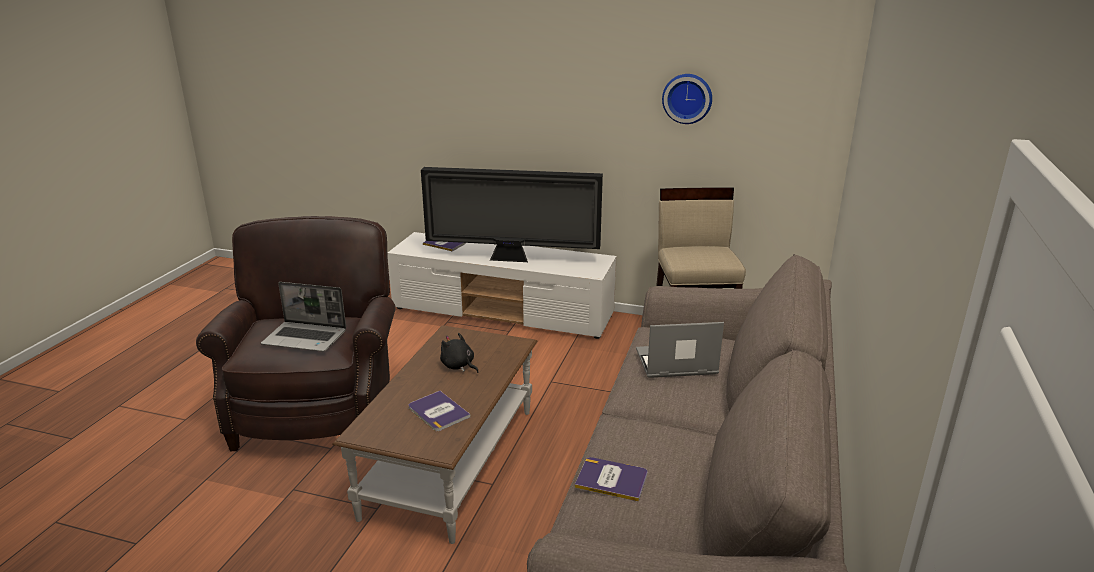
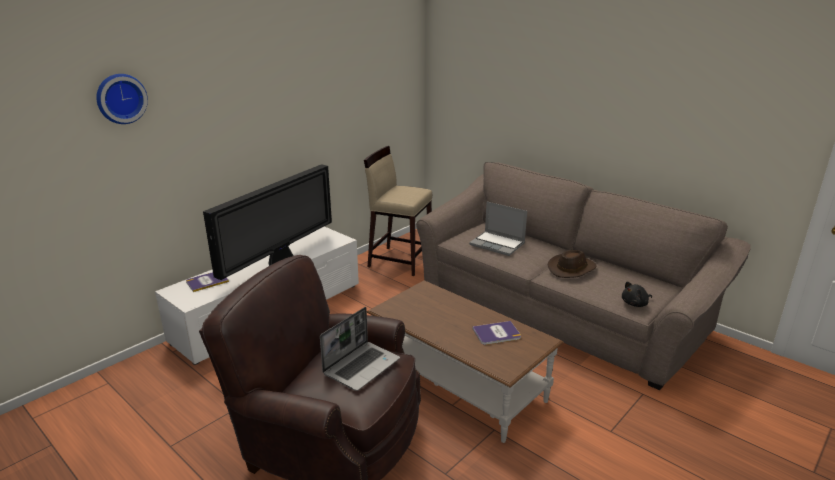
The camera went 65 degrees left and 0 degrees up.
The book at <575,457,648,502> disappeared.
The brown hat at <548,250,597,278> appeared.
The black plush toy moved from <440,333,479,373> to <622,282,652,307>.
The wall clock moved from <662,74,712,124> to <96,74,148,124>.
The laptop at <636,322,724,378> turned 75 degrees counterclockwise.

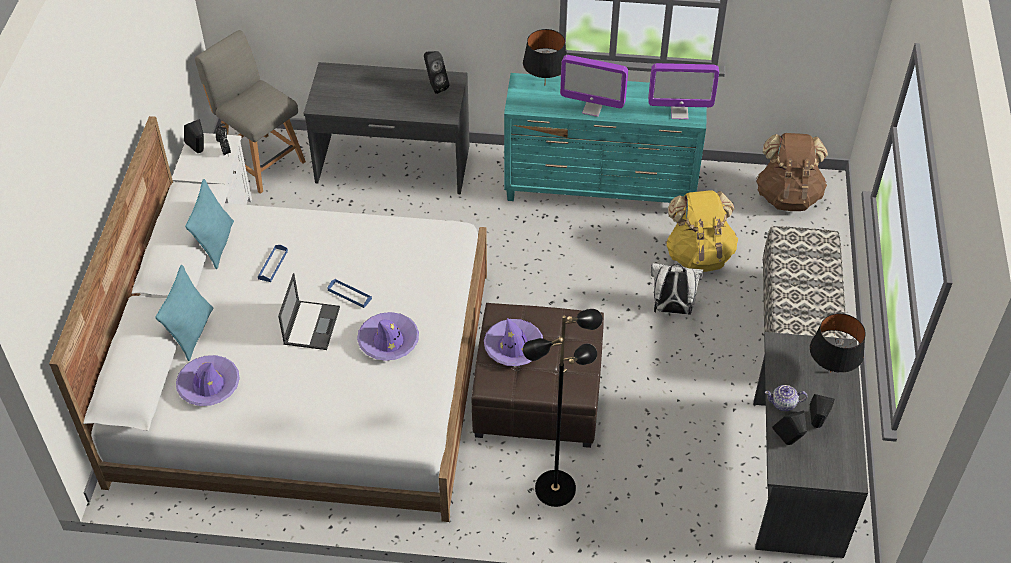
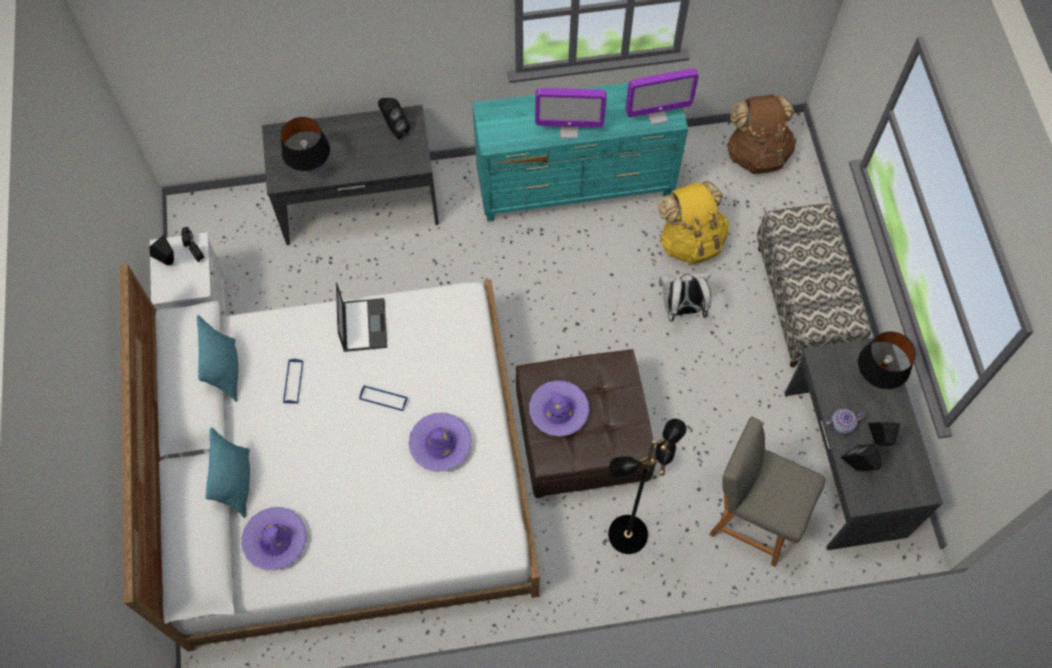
The camera went 15 degrees left and 15 degrees up.
The grey chair moved from <195,30,306,194> to <709,417,825,567>.
The laptop moved from <278,273,340,350> to <336,282,387,352>.
The black table lamp moved from <523,29,567,80> to <281,117,330,171>.

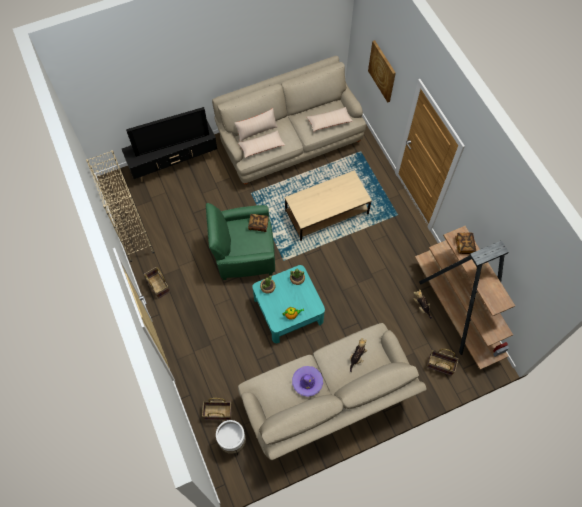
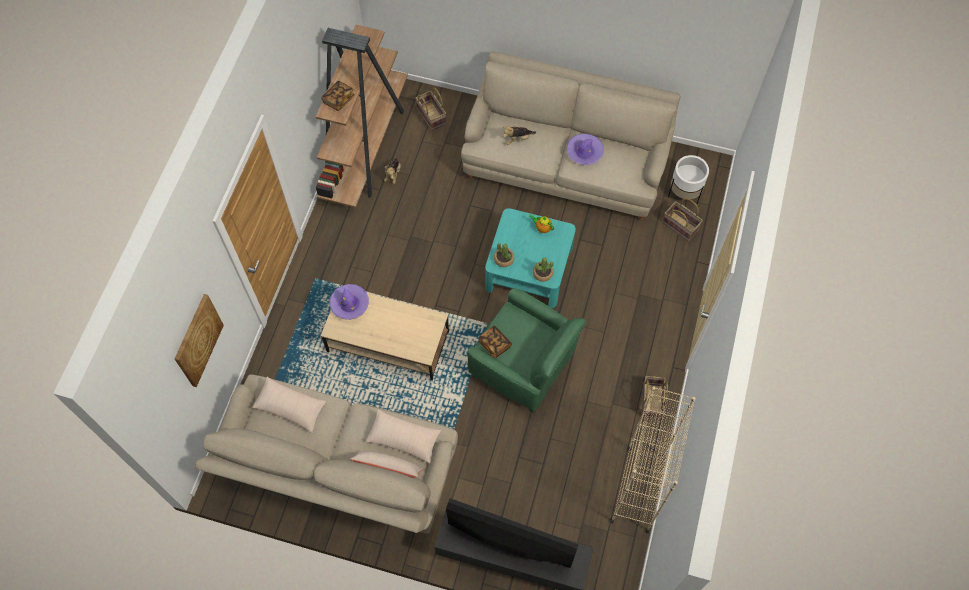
The camera went 140 degrees left and 0 degrees up.
The purple hat at <329,284,369,320> appeared.

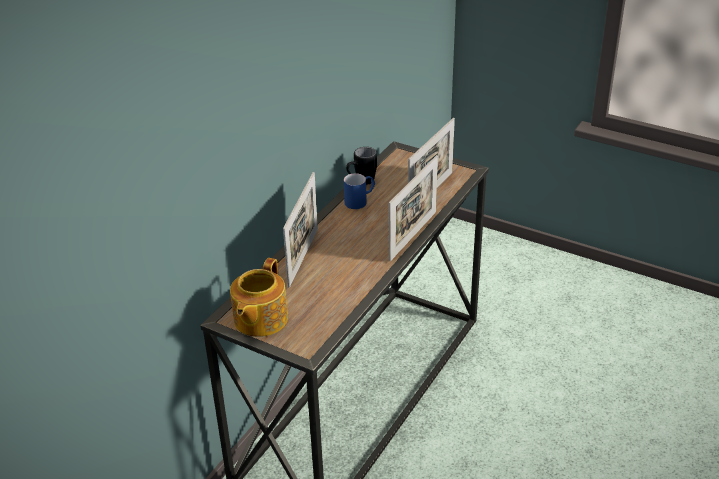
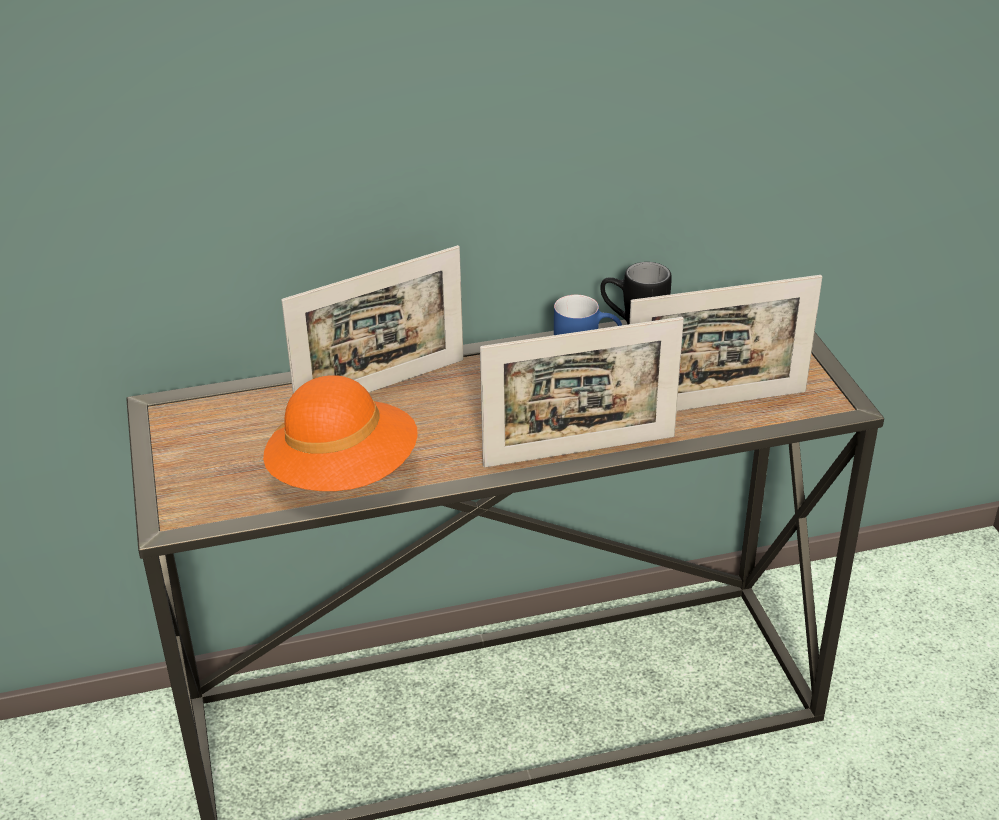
The camera went 45 degrees right and 0 degrees up.
The teapot at <230,258,288,337> disappeared.
The orange hat at <263,375,418,491> appeared.

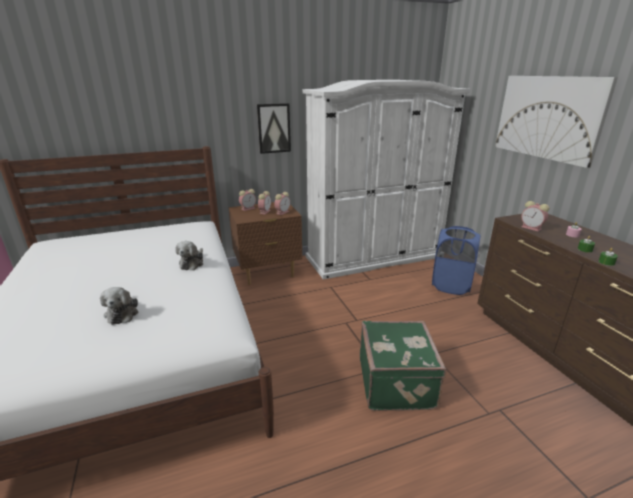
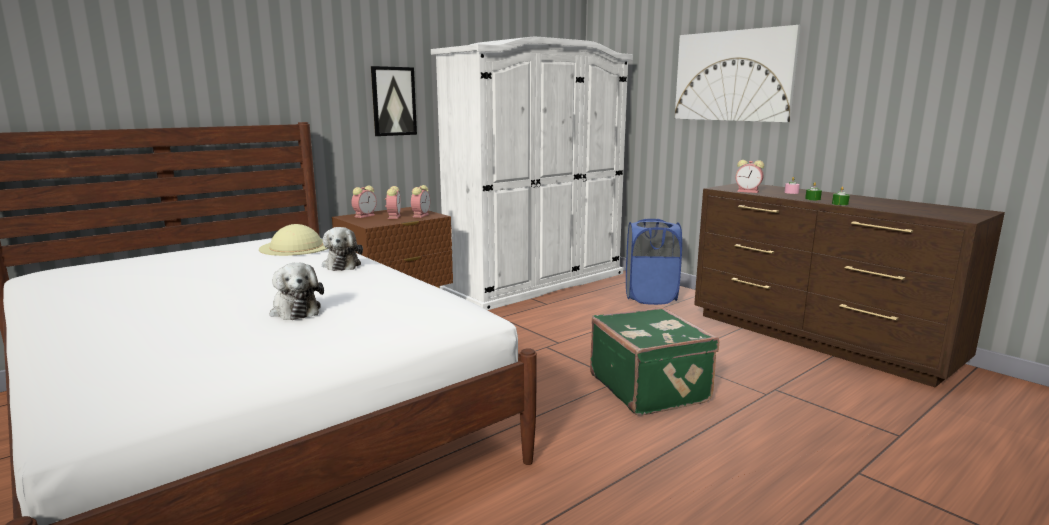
The camera went 20 degrees left and 10 degrees down.
The beige hat at <259,224,329,256> appeared.

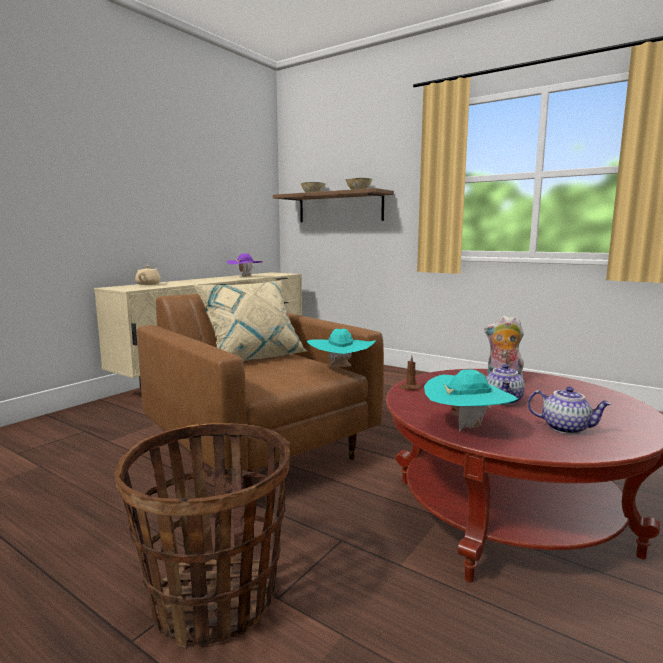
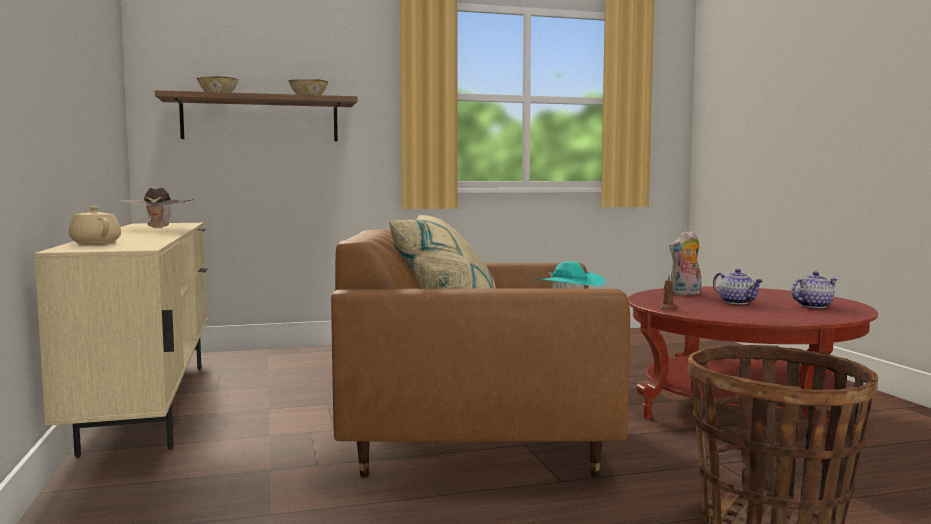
The camera went 50 degrees left and 5 degrees down.
The turquoise hat at <424,369,518,432> disappeared.
The purple hat at <226,253,263,278> became the brown hat at <120,188,193,228>.

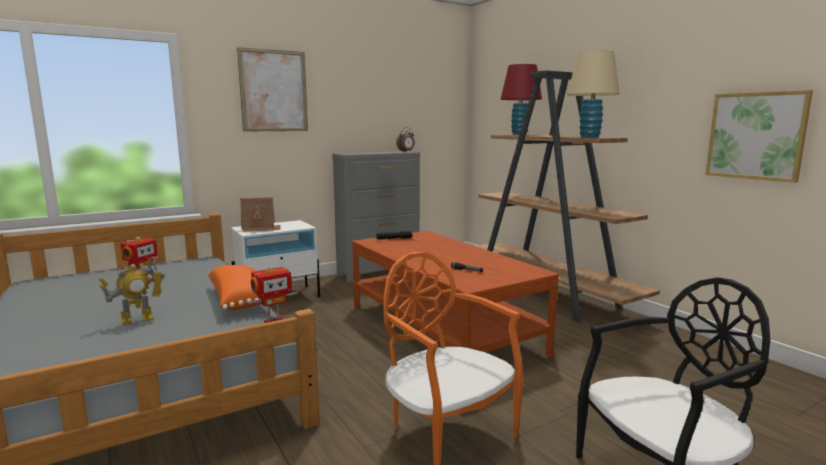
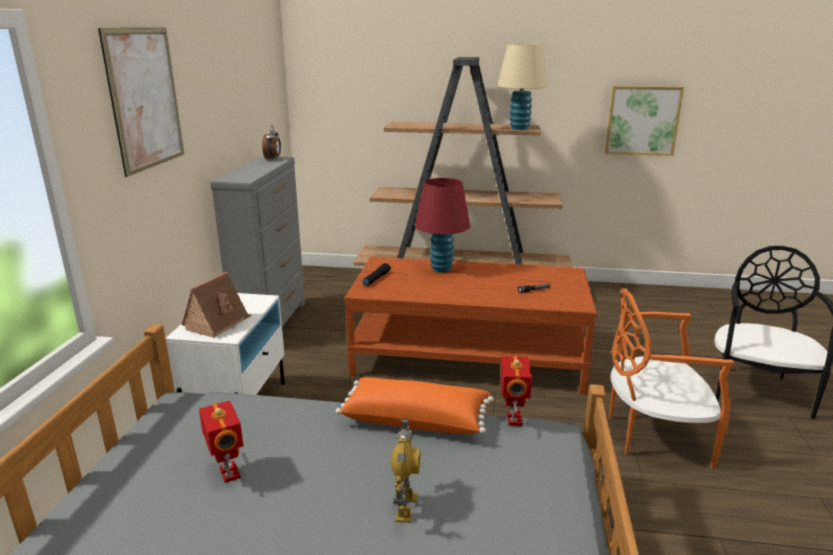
The camera went 50 degrees left and 10 degrees up.
The red table lamp moved from <501,64,542,135> to <415,178,470,273>.

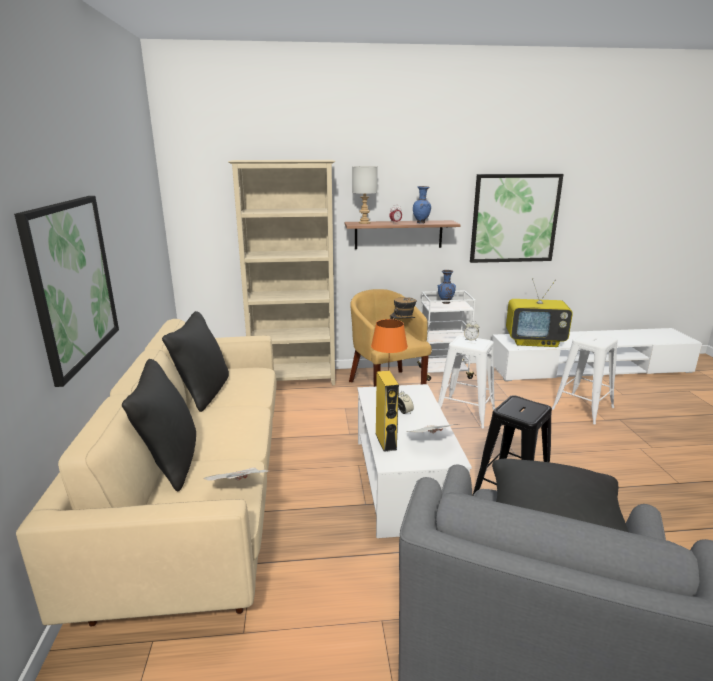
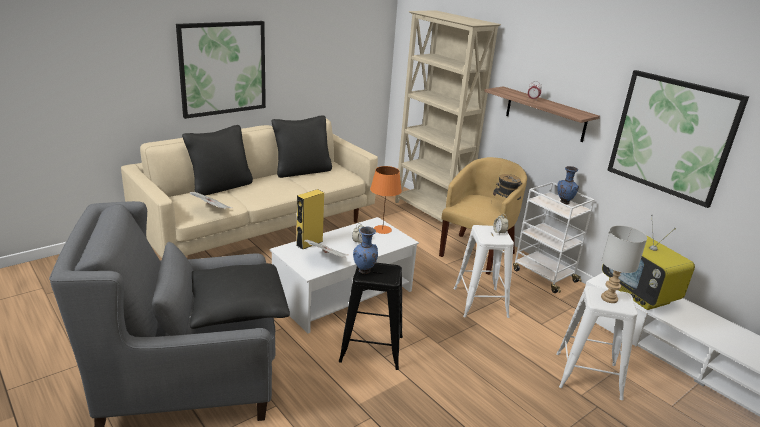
The camera went 55 degrees right and 5 degrees up.
The grey table lamp moved from <352,166,378,224> to <601,226,647,303>.
The blue vase moved from <413,186,431,223> to <353,227,378,274>.

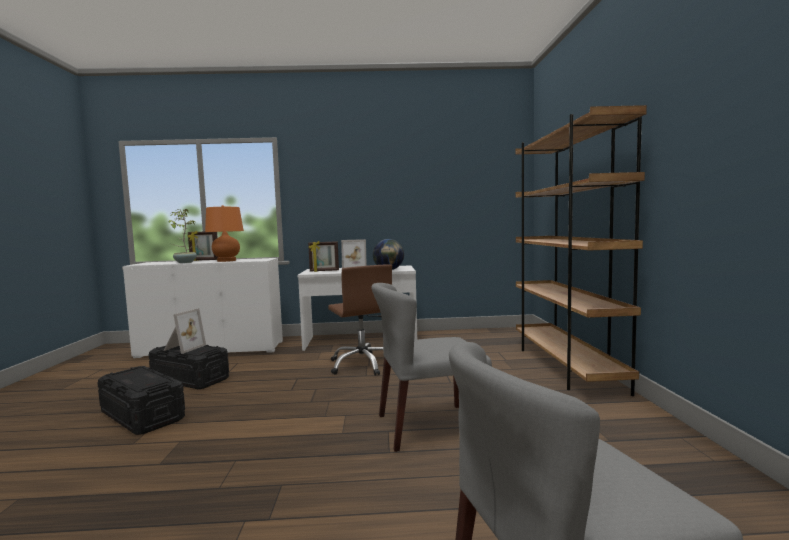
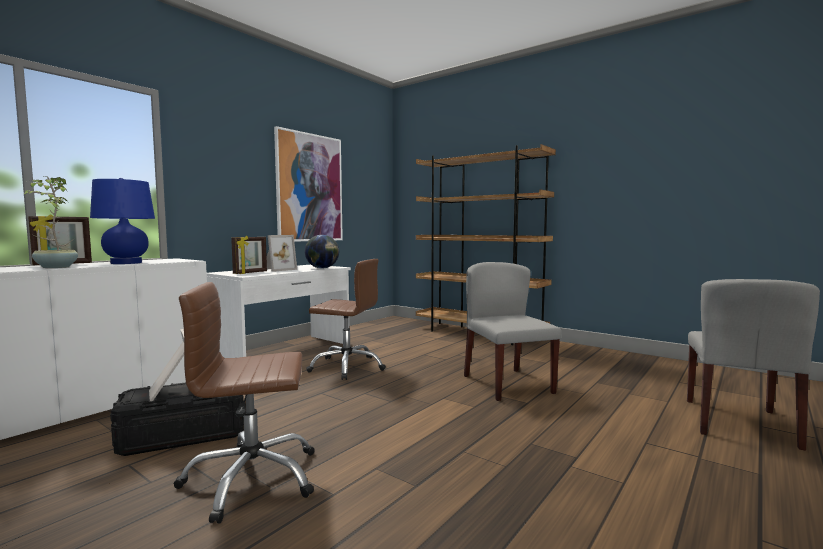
The camera went 50 degrees left and 0 degrees up.
The picture at <274,126,343,242> appeared.
The black storage box at <97,366,185,435> was replaced by the brown office chair at <173,282,315,523>.
The orange table lamp at <205,205,244,262> became the blue table lamp at <90,178,155,264>.
The grey chair at <371,283,492,452> turned 135 degrees clockwise.

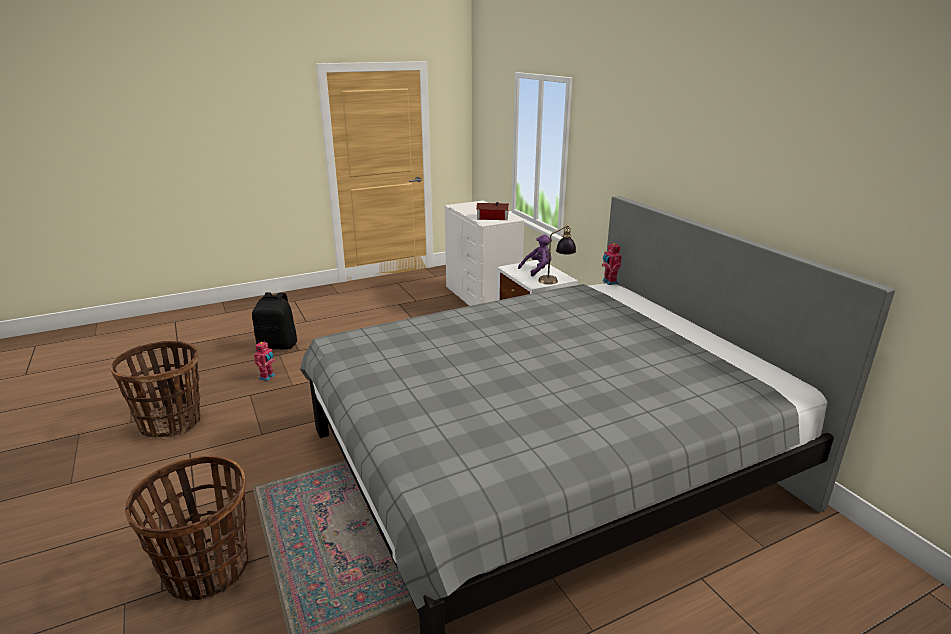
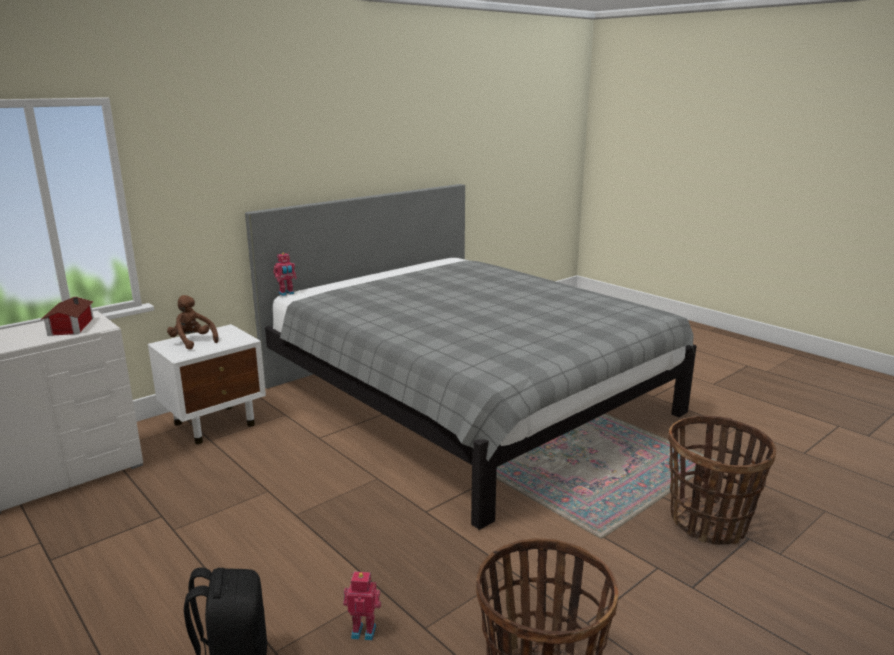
The camera went 105 degrees left and 5 degrees down.
The table lamp at <538,224,576,285> disappeared.
The purple plush toy at <518,234,552,277> became the brown plush toy at <167,295,219,350>.

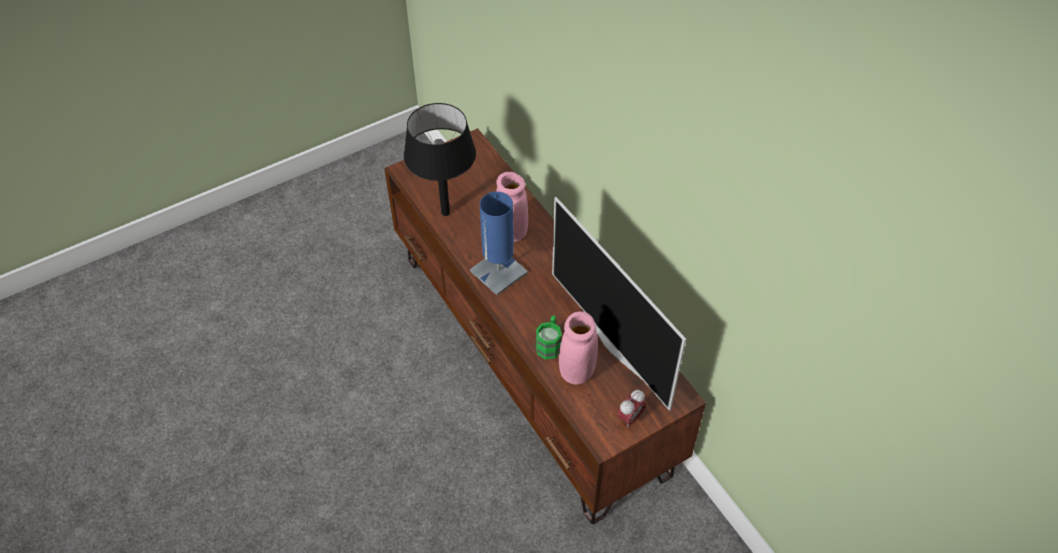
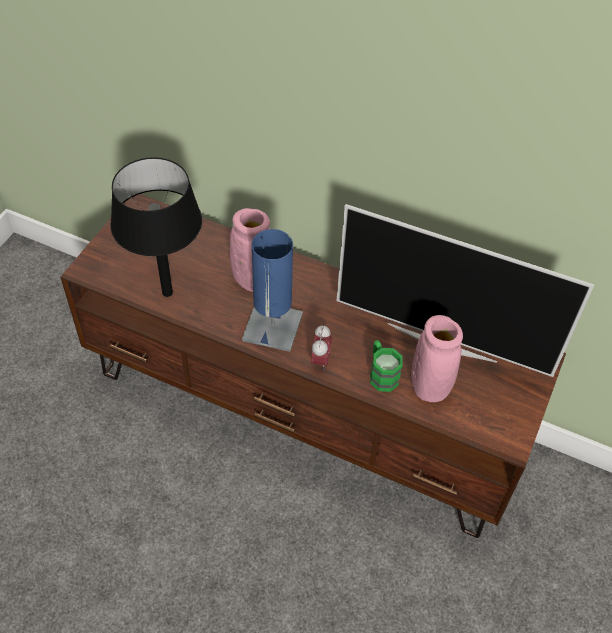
The camera went 35 degrees left and 0 degrees up.
The alarm clock moved from <617,390,646,428> to <311,325,332,371>.

